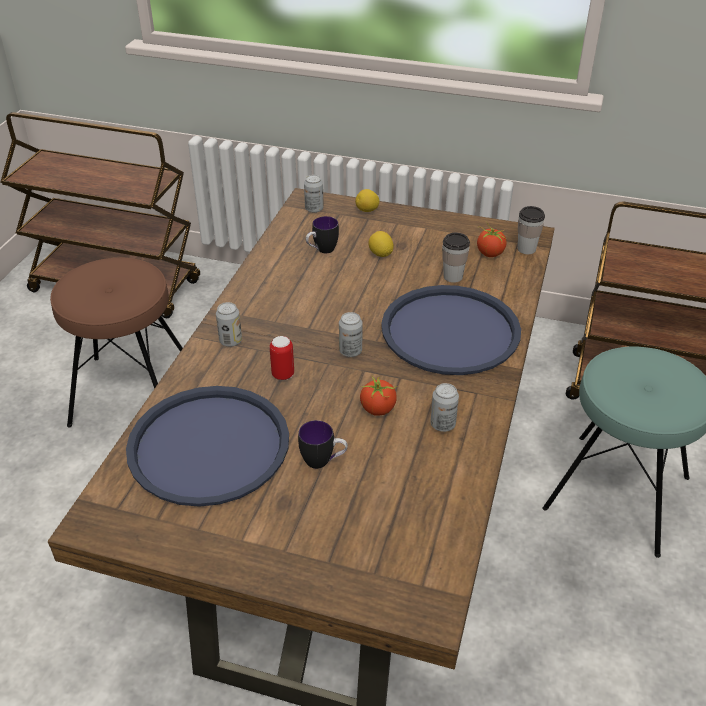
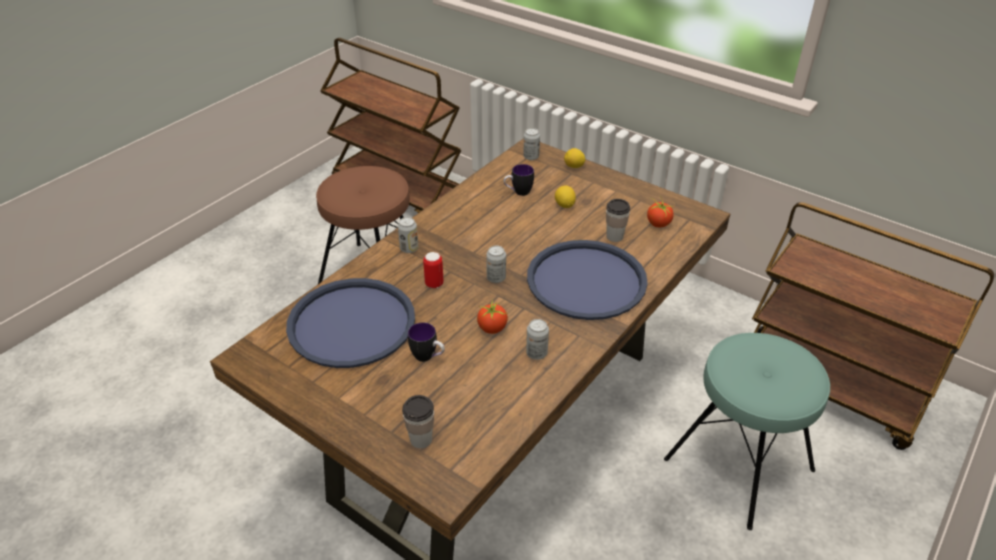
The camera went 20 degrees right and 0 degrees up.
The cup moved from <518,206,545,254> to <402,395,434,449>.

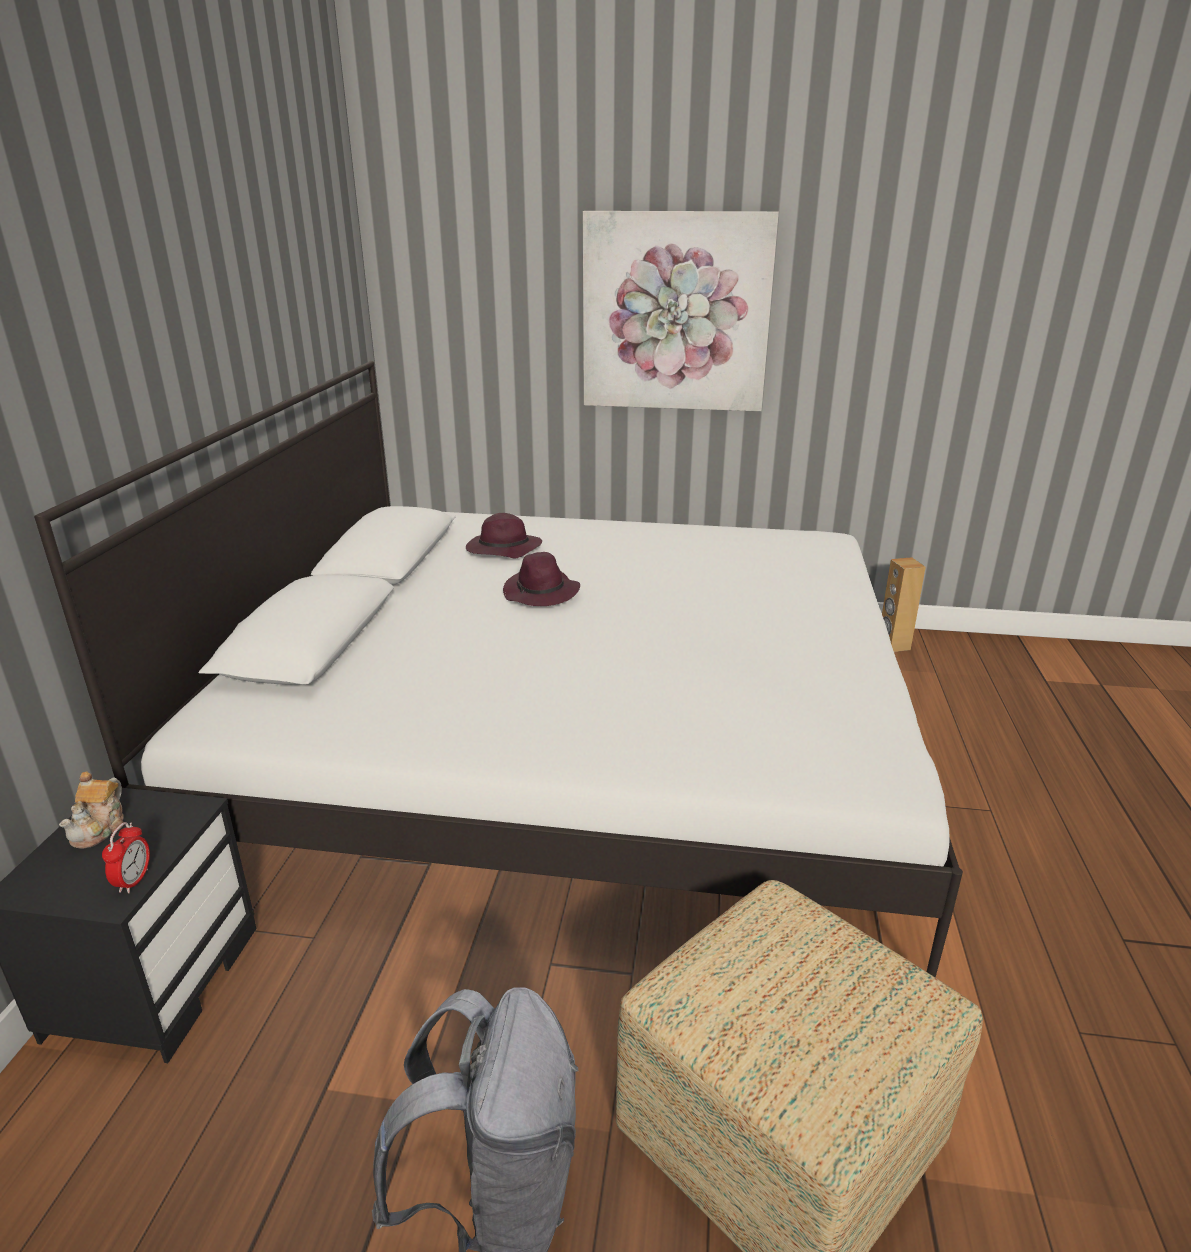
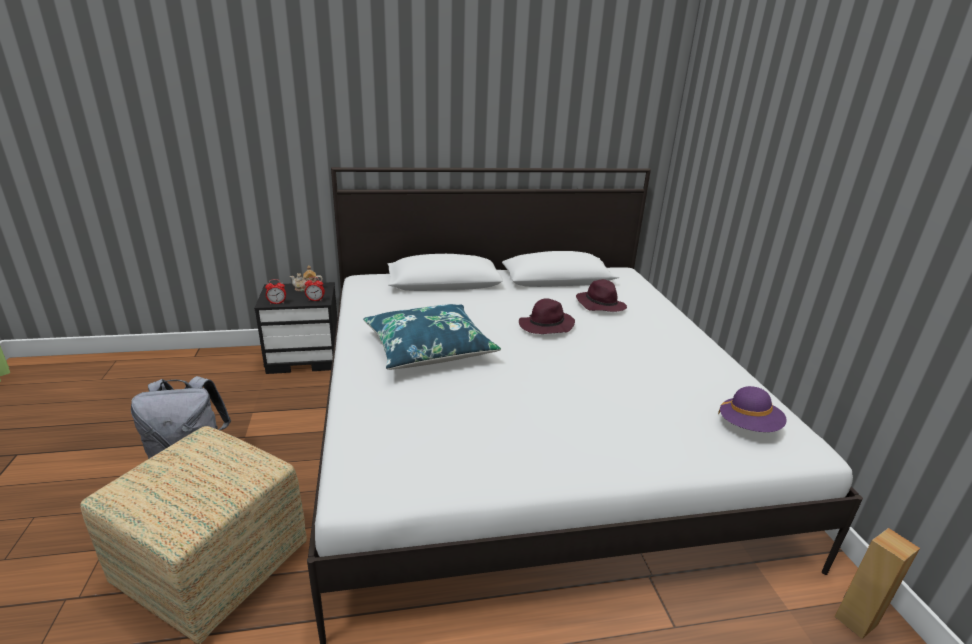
The camera went 70 degrees right and 0 degrees up.
The picture at <583,211,779,411> disappeared.
The alarm clock at <305,277,325,301> appeared.
The blue pillow at <363,304,501,370> appeared.
The purple hat at <718,386,787,432> appeared.

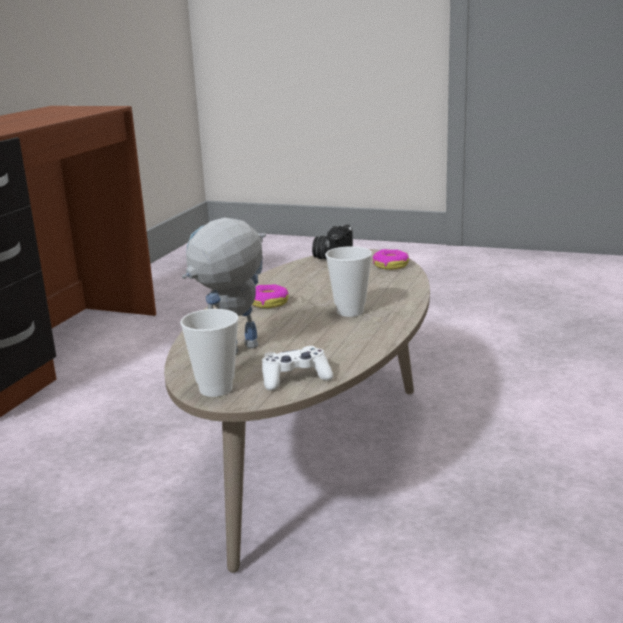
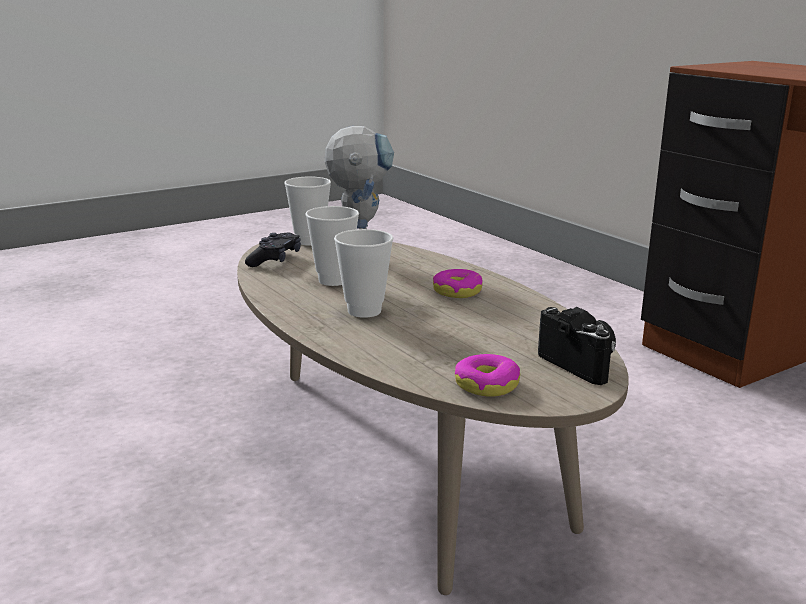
The camera went 125 degrees right and 0 degrees up.
The cup at <305,206,359,286> appeared.
The white game controller at <262,346,333,391> became the black game controller at <245,233,301,267>.

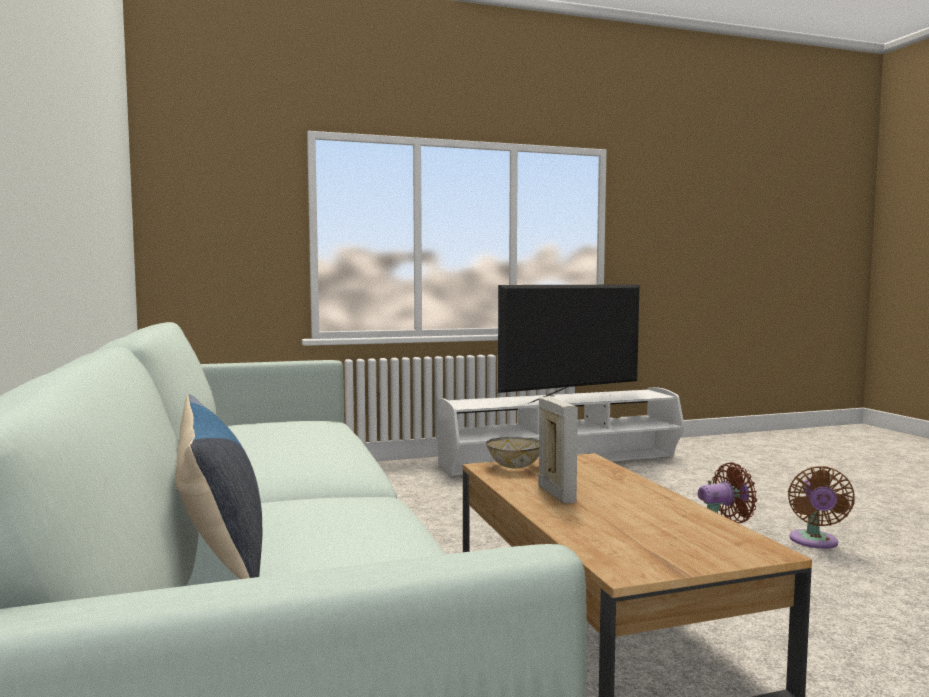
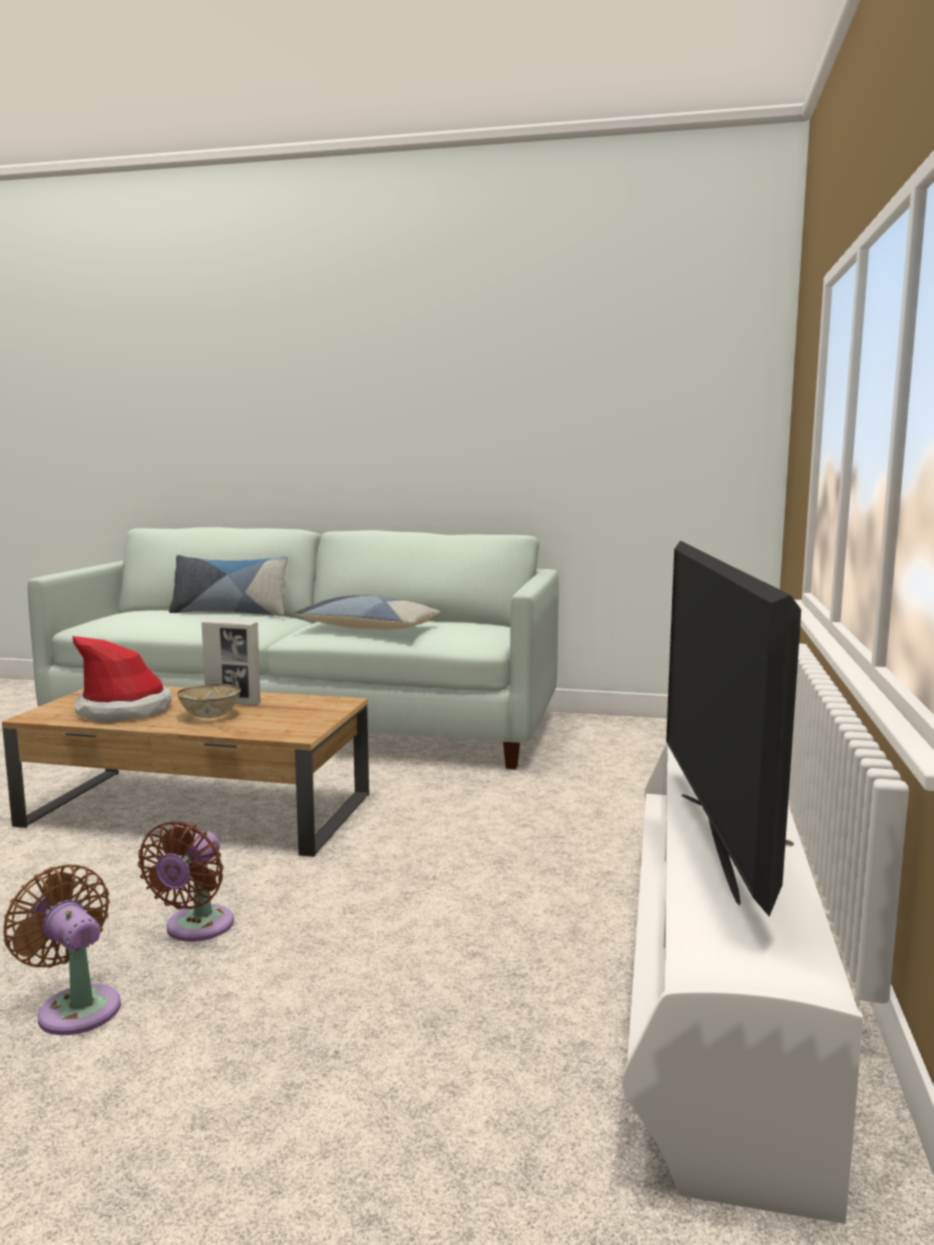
The camera went 120 degrees right and 5 degrees up.
The hat at <72,636,173,722> appeared.
The pillow at <294,595,441,630> appeared.
The bowl moved from <486,437,539,469> to <177,684,241,718>.

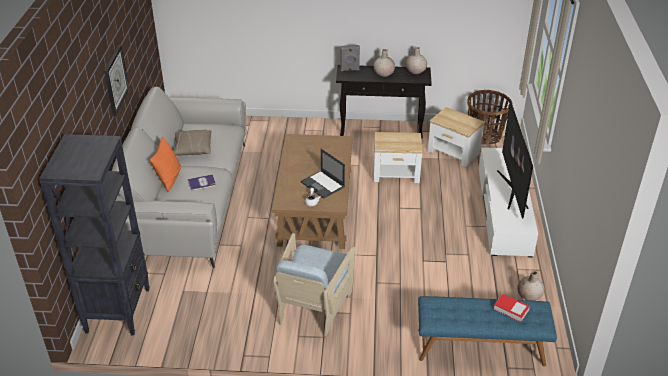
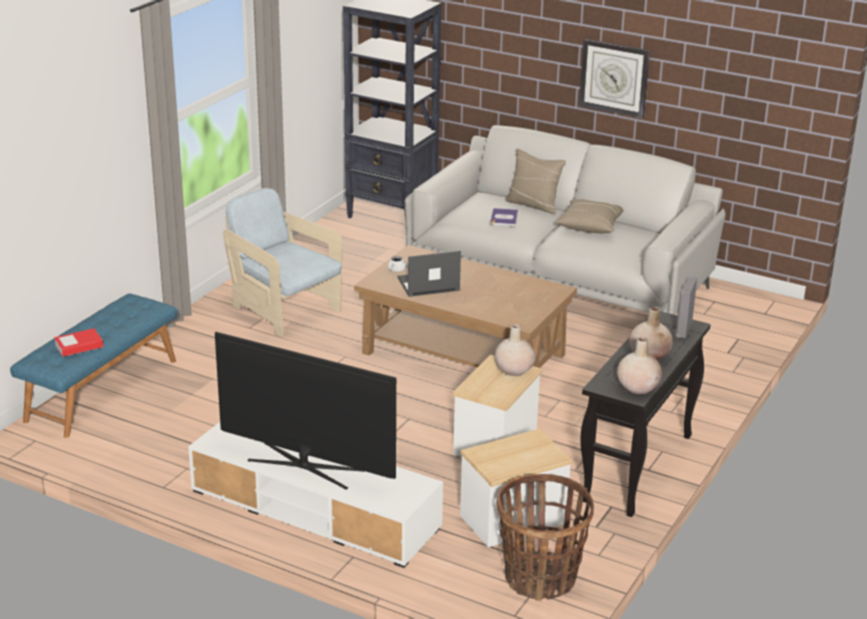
The camera went 115 degrees right and 10 degrees down.
The beige vase moved from <517,271,544,301> to <495,324,535,376>.
The orange pillow at <150,136,181,192> became the beige pillow at <505,148,566,214>.

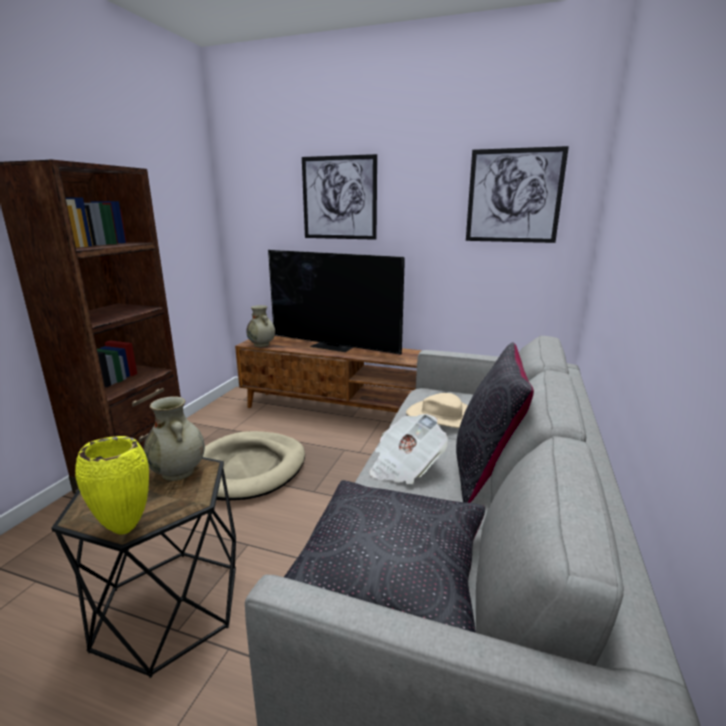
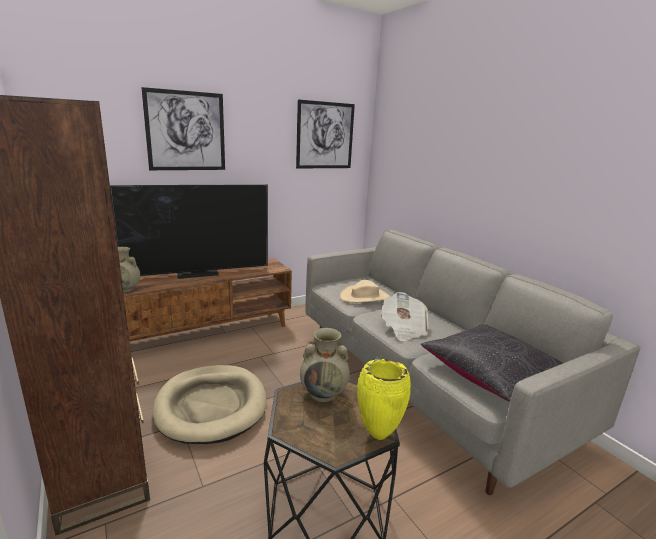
The camera went 50 degrees left and 0 degrees up.
The black pillow at <456,342,534,503> disappeared.

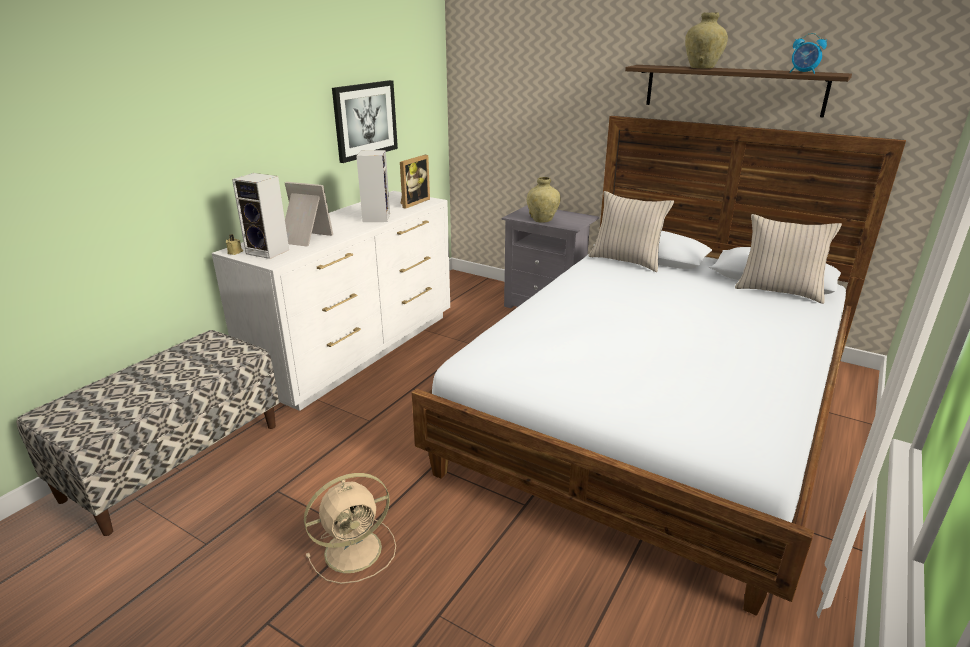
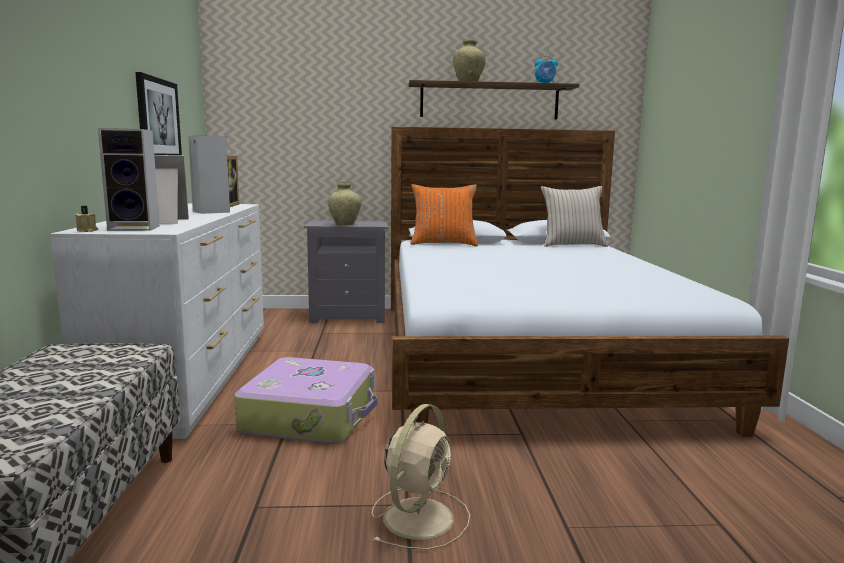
The camera went 35 degrees left and 15 degrees down.
The suitcase at <234,357,377,444> appeared.
The beige pillow at <589,191,674,272> became the orange pillow at <410,184,478,246>.

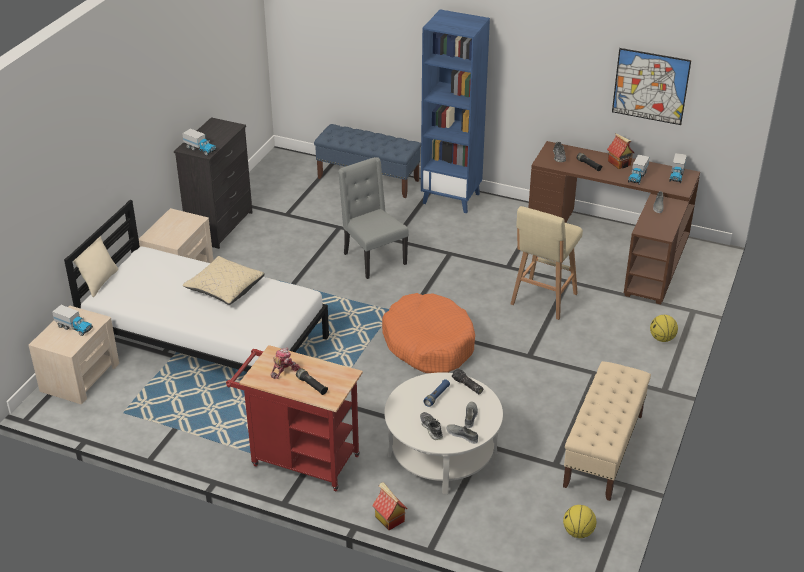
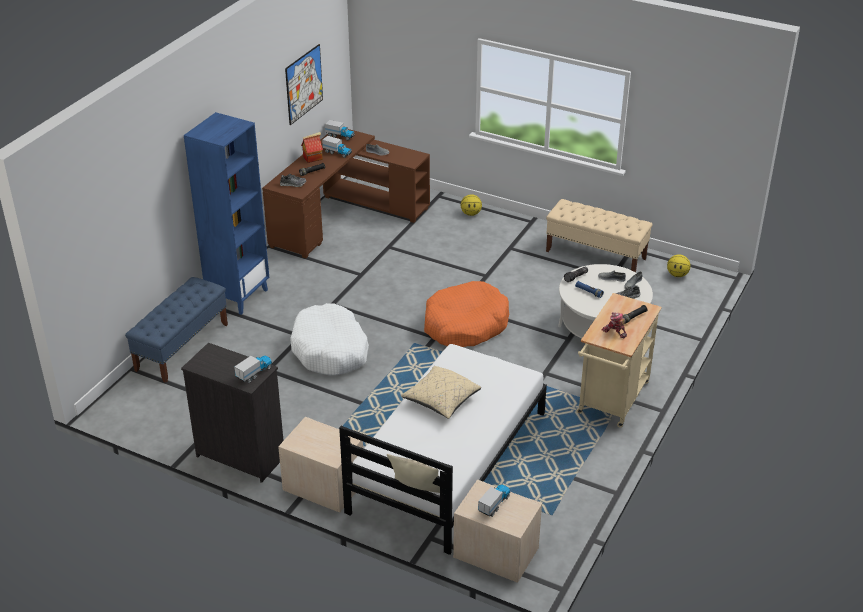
The camera went 85 degrees left and 0 degrees up.
The toy house at <372,482,408,530> disappeared.
The beige stool at <511,206,583,320> disappeared.
The grey chair at <338,157,409,279> was replaced by the white dog bed at <290,303,369,376>.
The red cart at <226,345,363,491> became the beige cart at <576,293,662,427>.

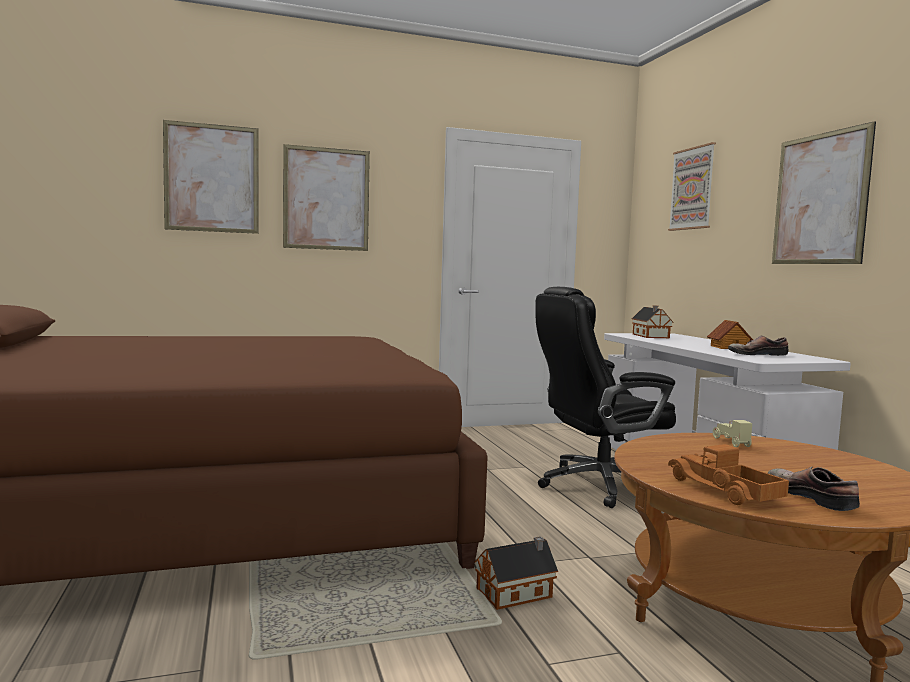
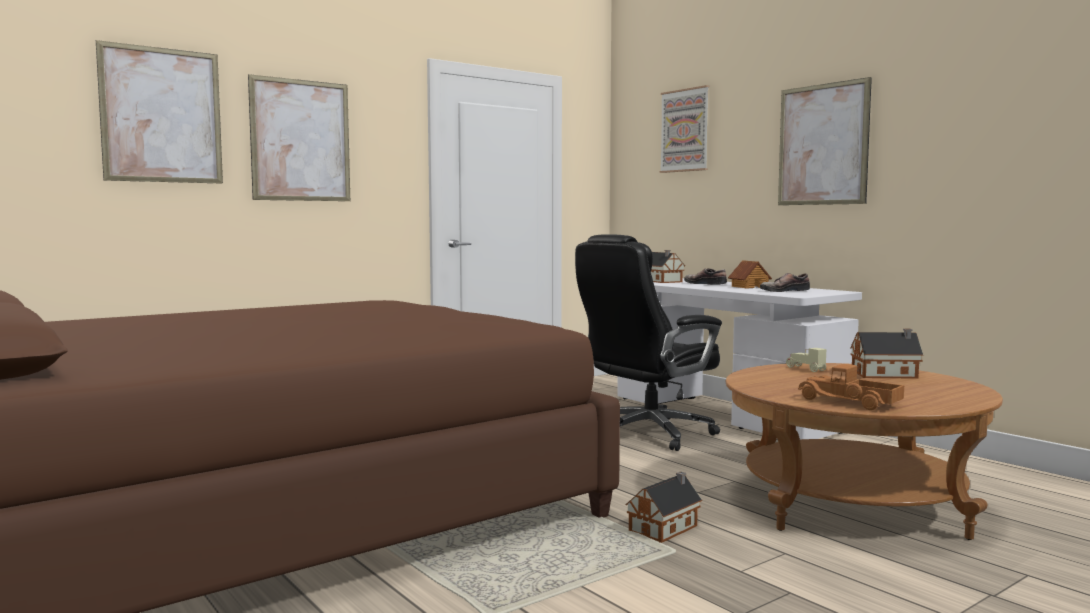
The camera went 20 degrees left and 0 degrees up.
The toy house at <850,329,923,378> appeared.
The shoe moved from <768,466,860,511> to <684,268,727,285>.

